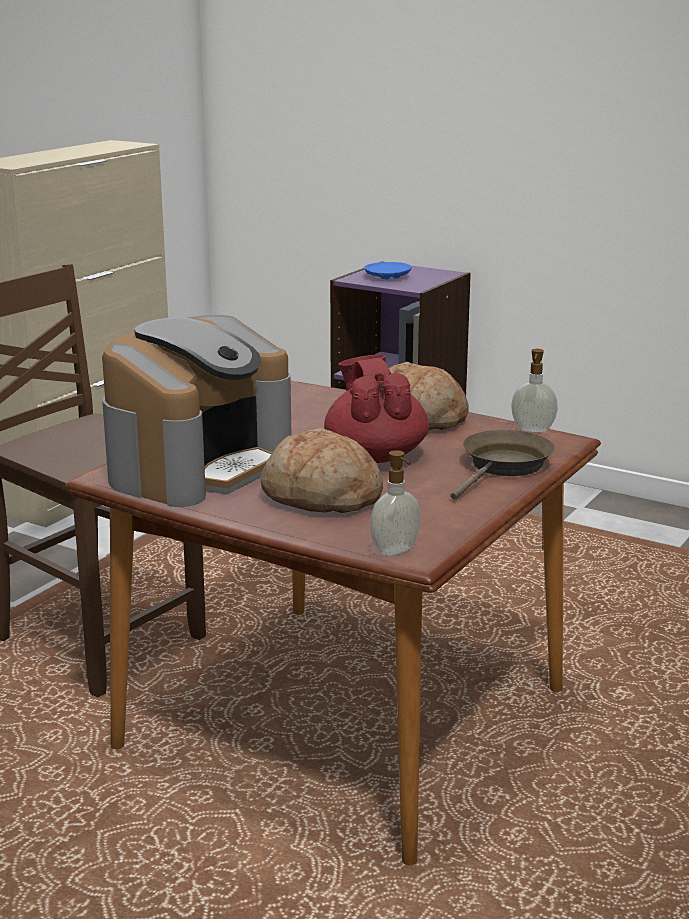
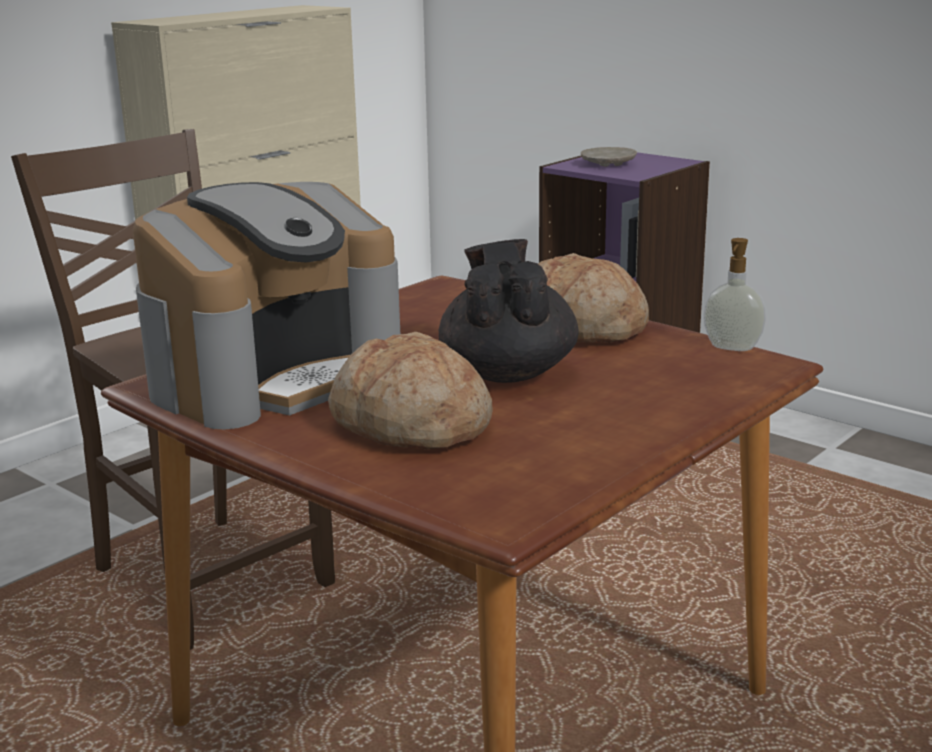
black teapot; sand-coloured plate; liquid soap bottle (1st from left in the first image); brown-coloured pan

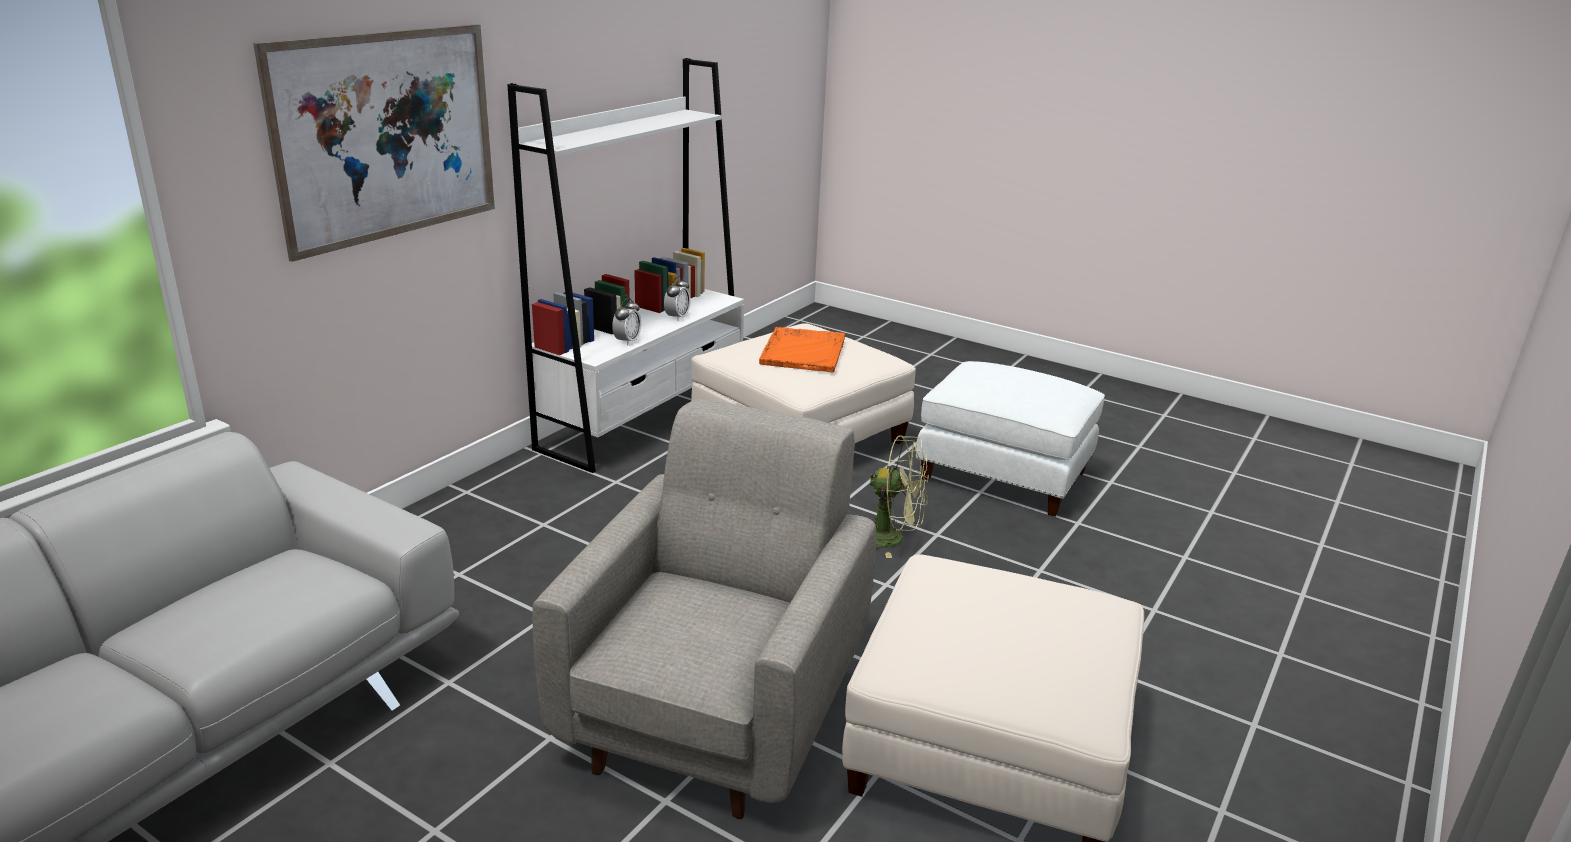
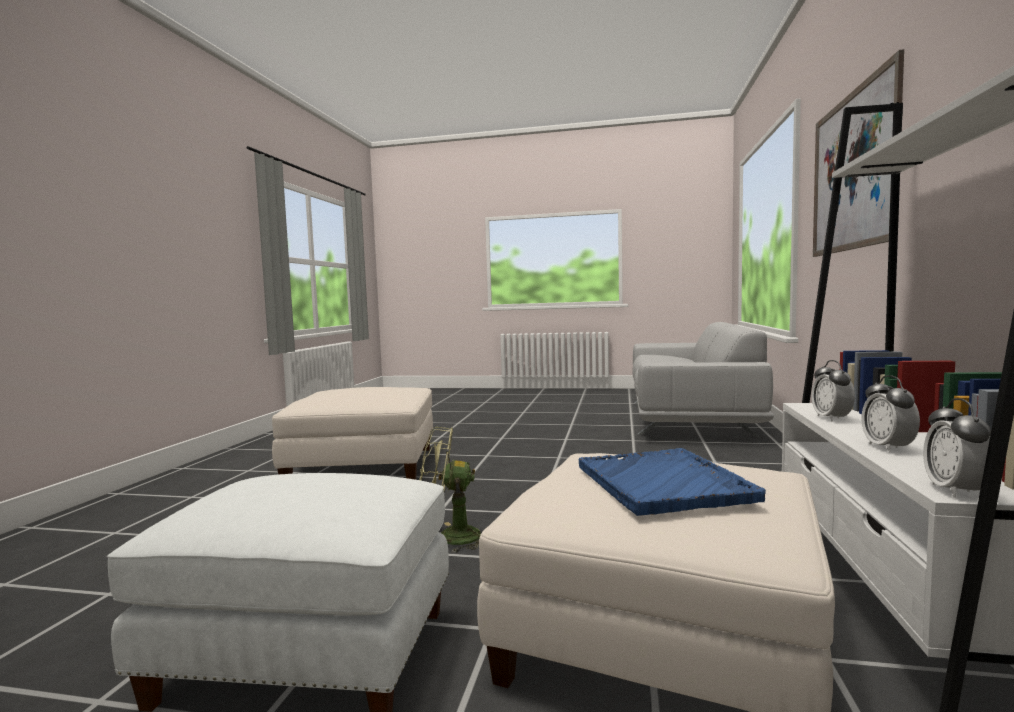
blue-coloured carrying tray; alarm clock (3rd from left); greyish lounge chair

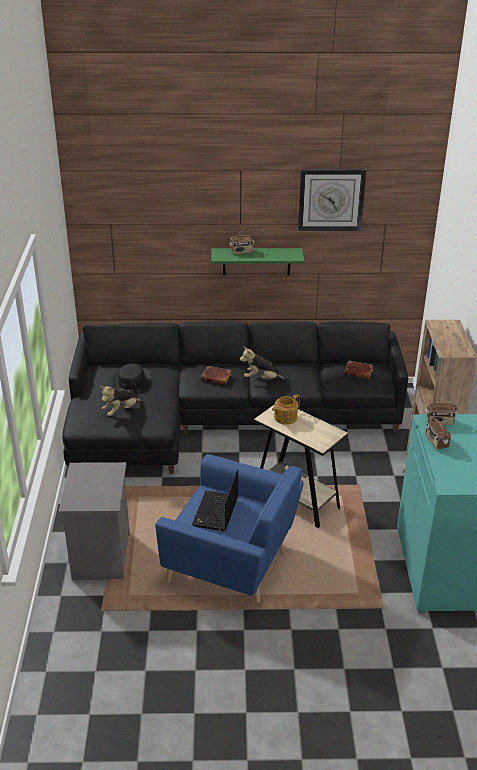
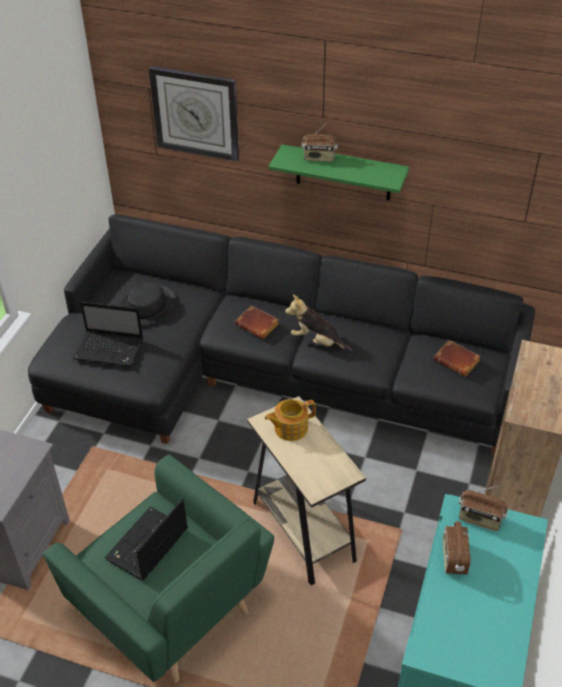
greenish lounge chair; portable computer (1st from left); wall clock

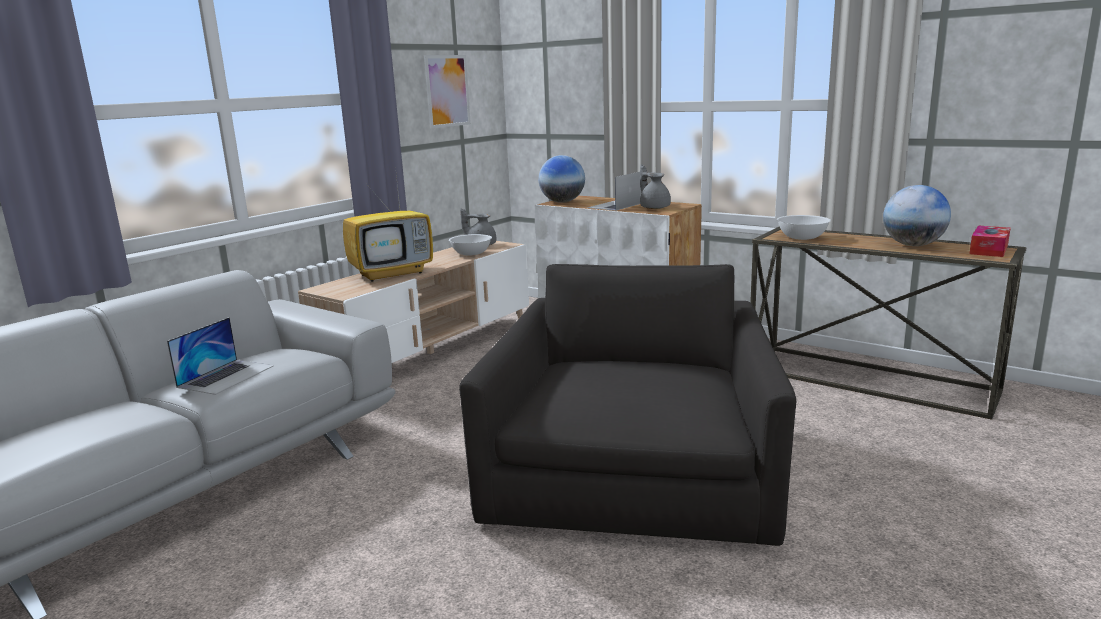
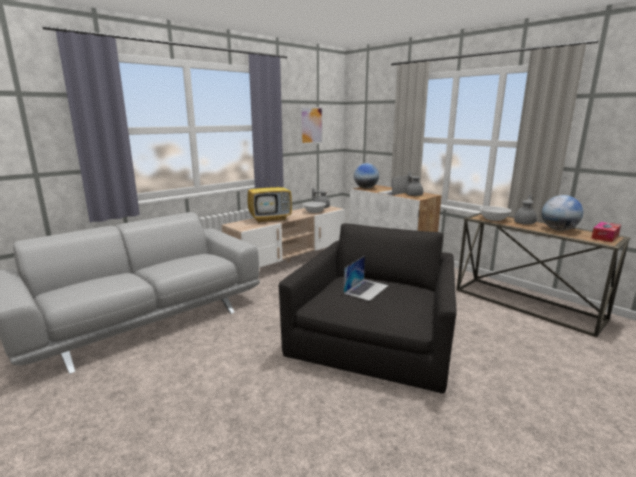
portable computer (1st from left); greyish teapot (3rd from left)

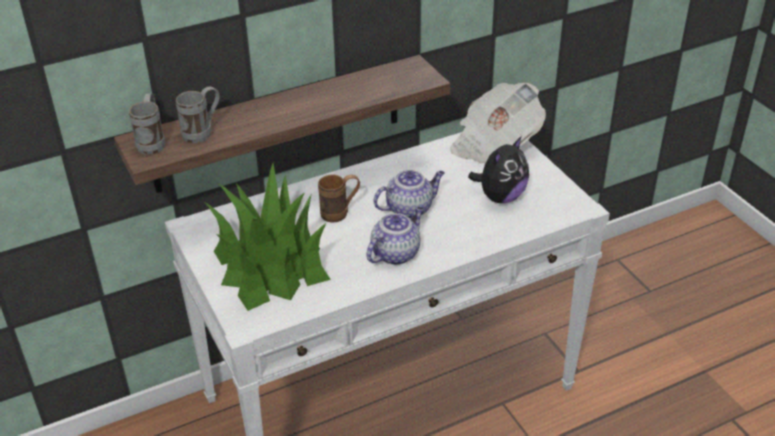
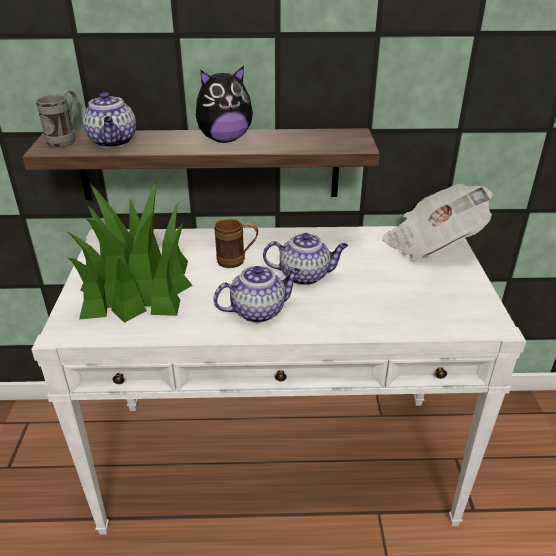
teapot (1st from left); cuddly toy

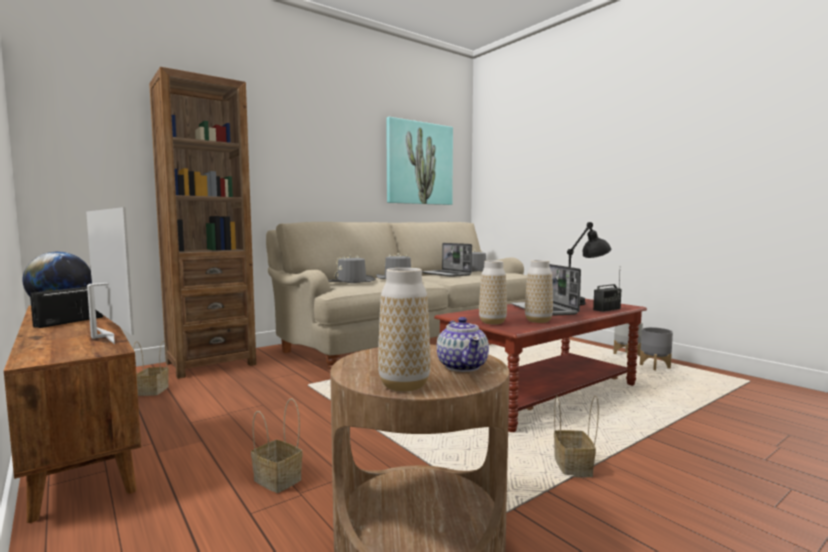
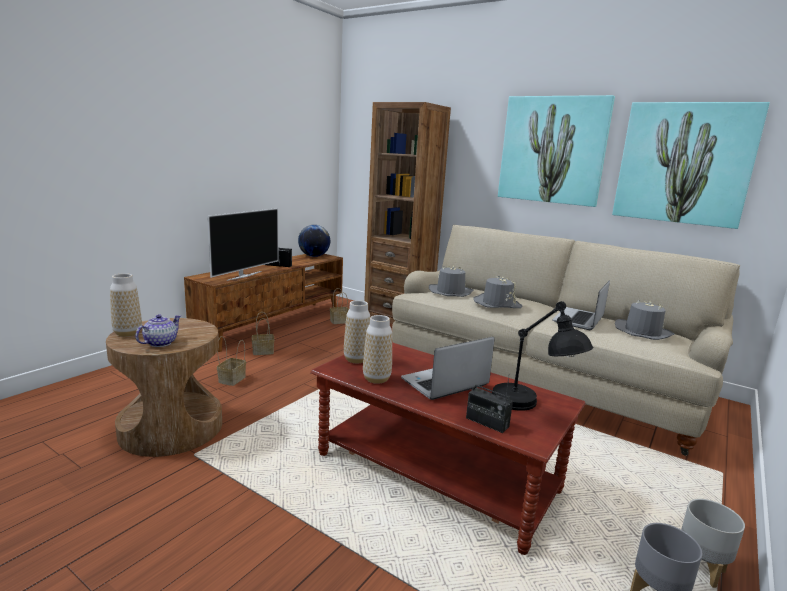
teapot; household basket (2nd from left); wall picture (1st from left)

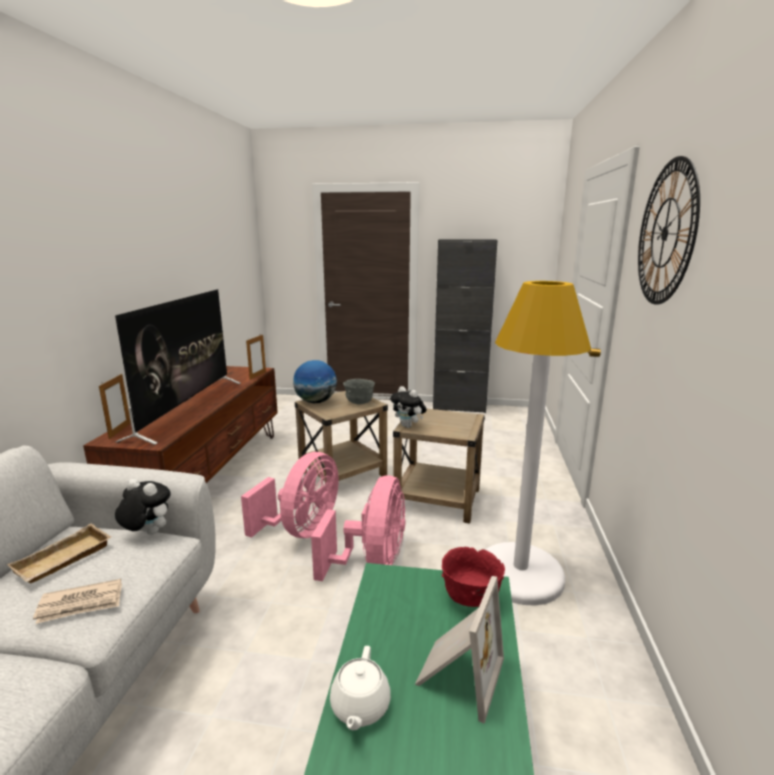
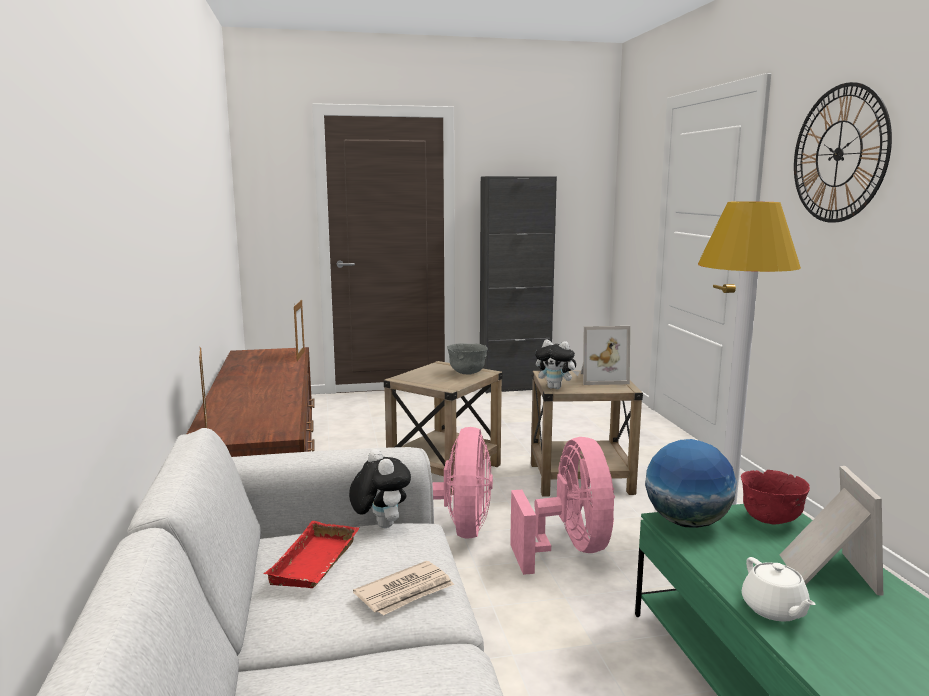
red-coloured carrying tray; cuddly toy (1st from left); photo frame (3rd from left); world globe; television

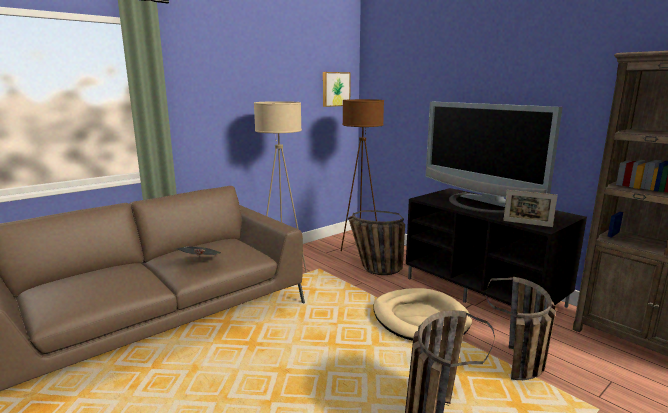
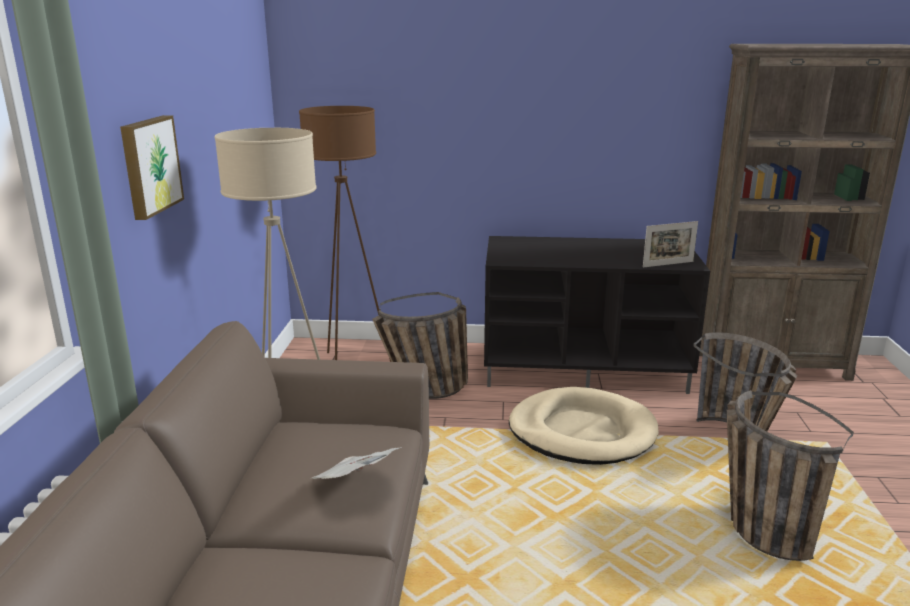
wall picture; television

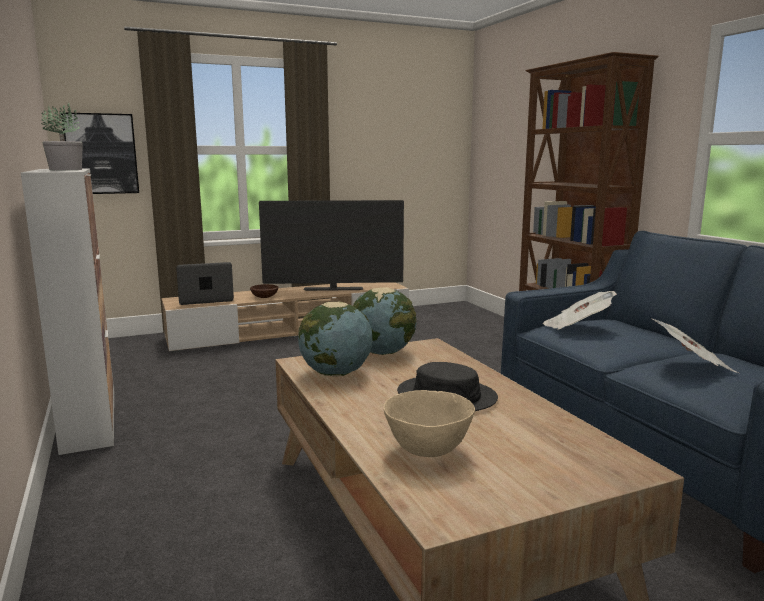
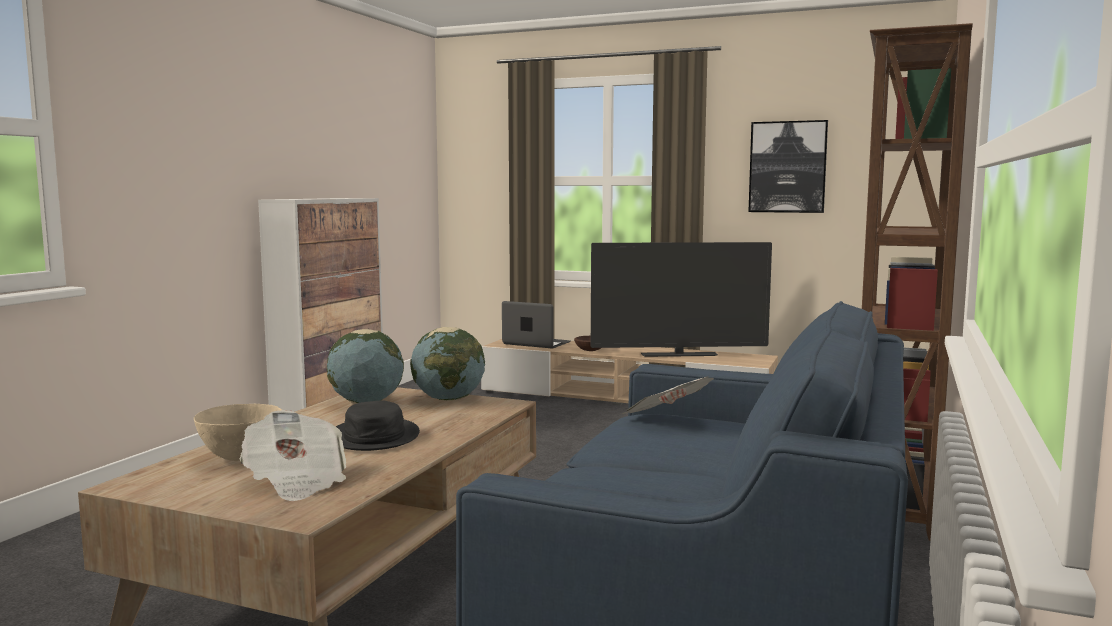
newspaper (1st from left); television; wall picture; houseplant

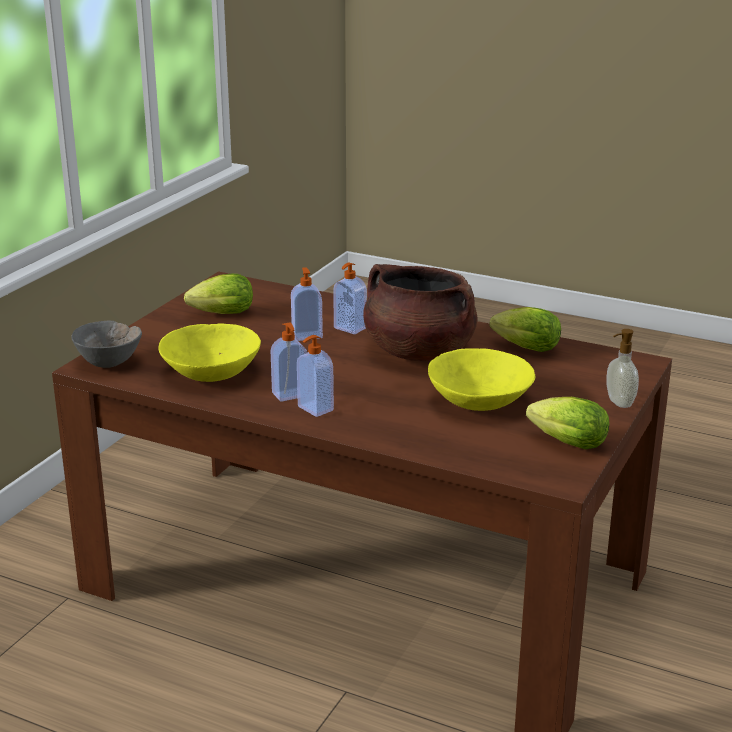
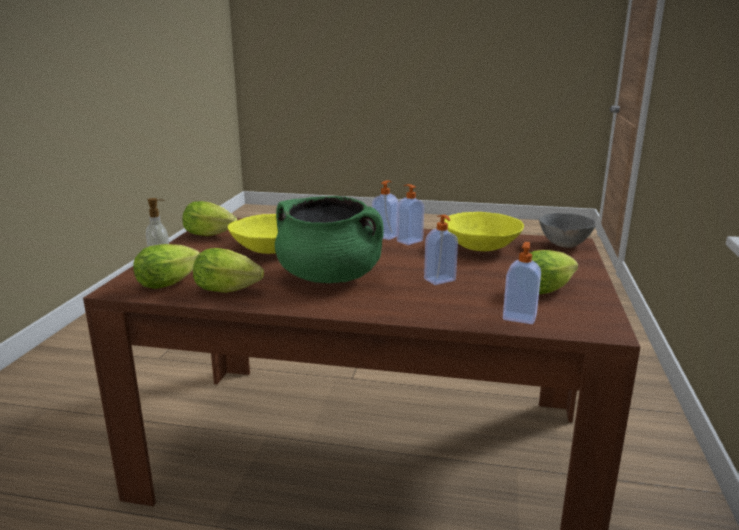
lettuce head (1st from left); greenish stockpot; liquid soap bottle (5th from left)

